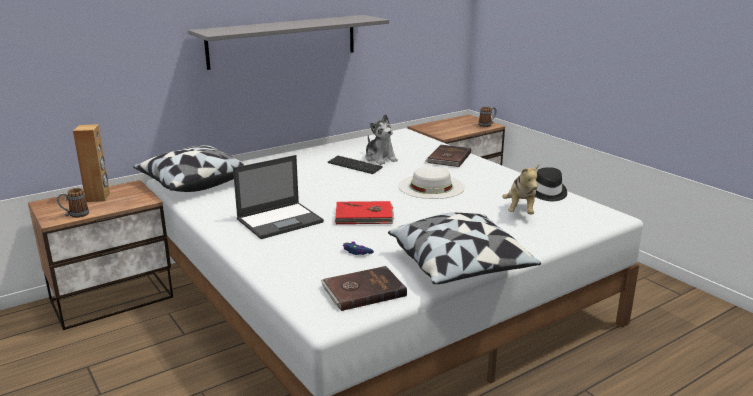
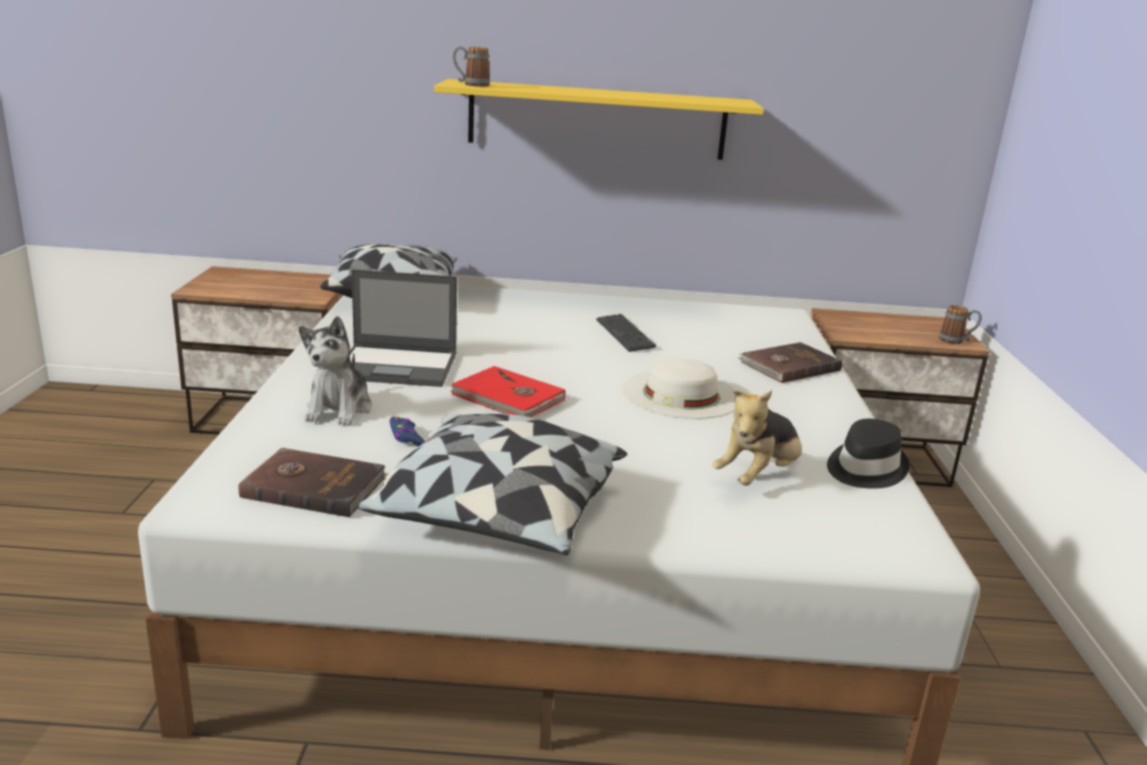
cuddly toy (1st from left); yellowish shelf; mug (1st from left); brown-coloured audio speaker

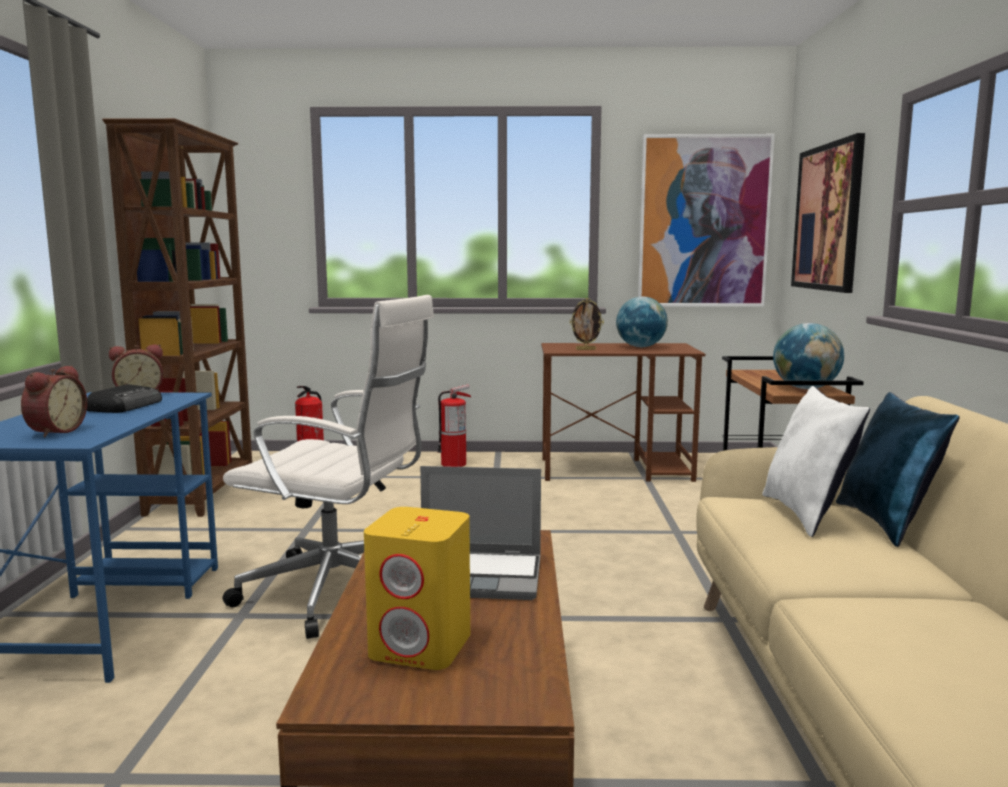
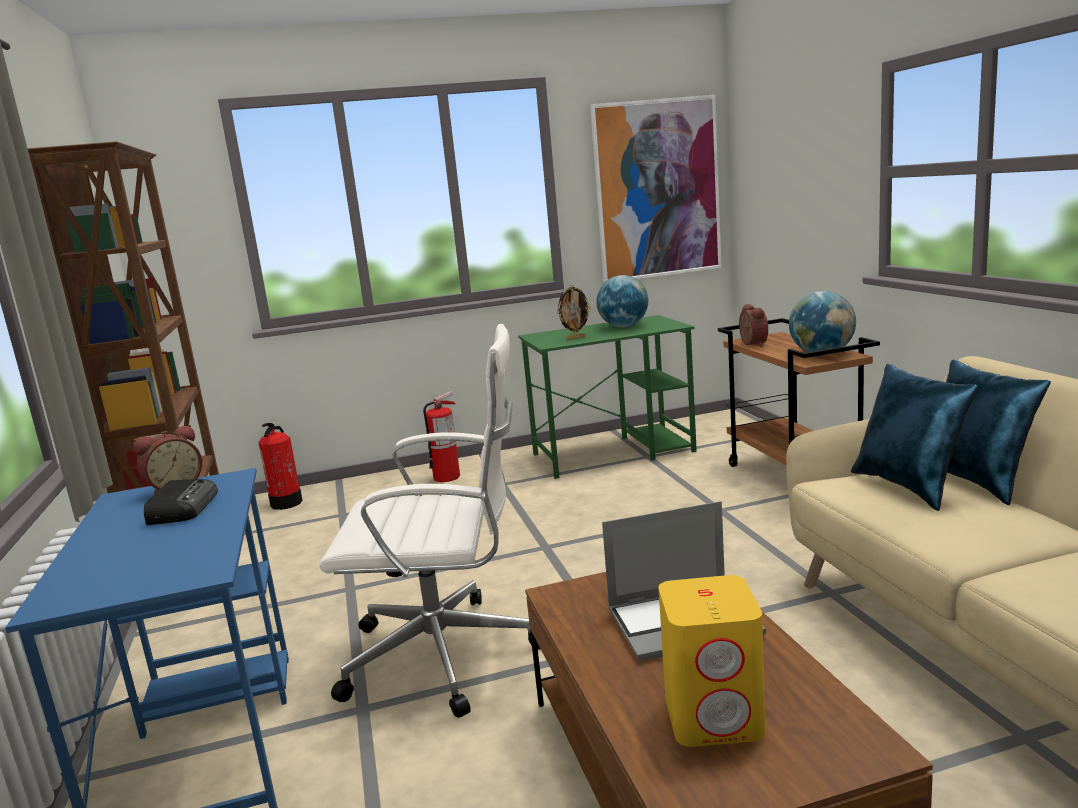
greenish desk unit; alarm clock (2nd from left); blue-coloured cushion (1st from left); wall picture (2nd from left in the first image)

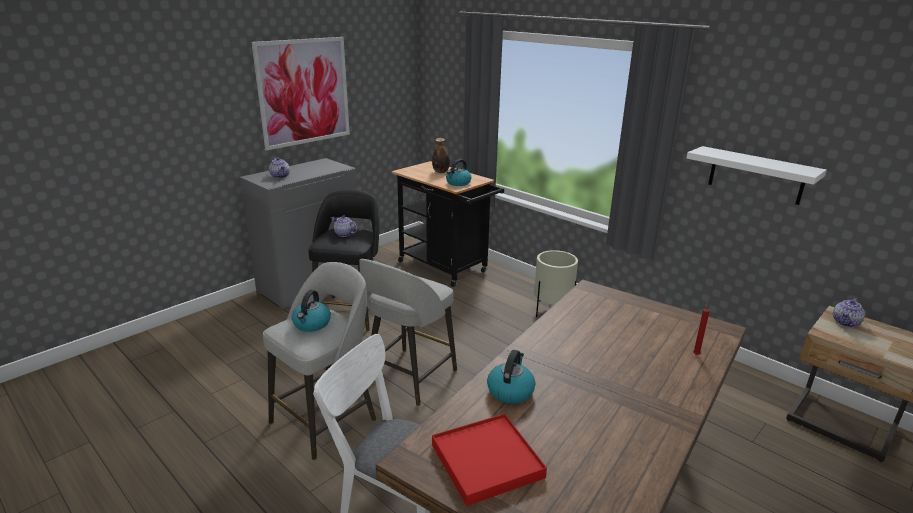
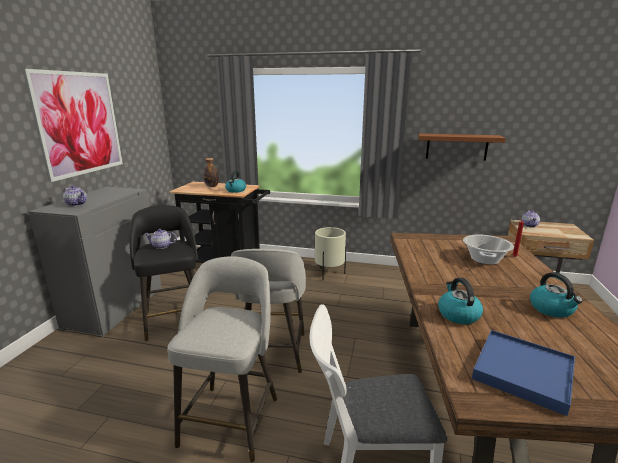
brown-coloured shelf; stockpot; blue-coloured carrying tray; kettle (3rd from left)

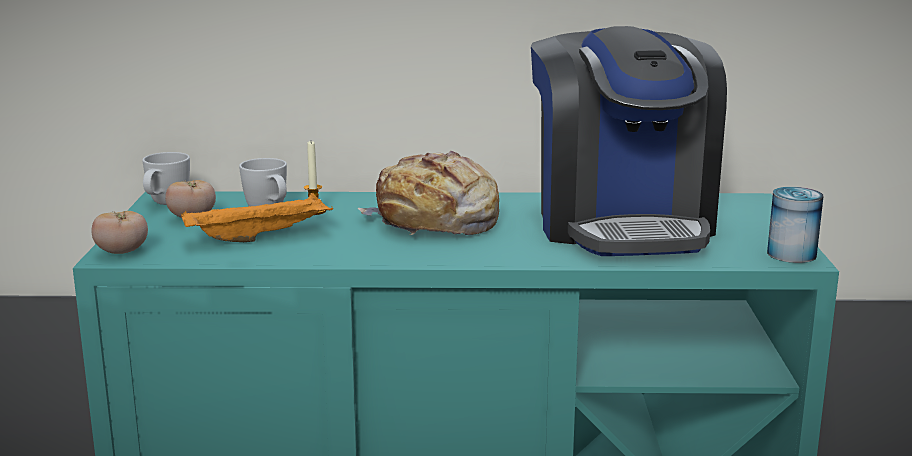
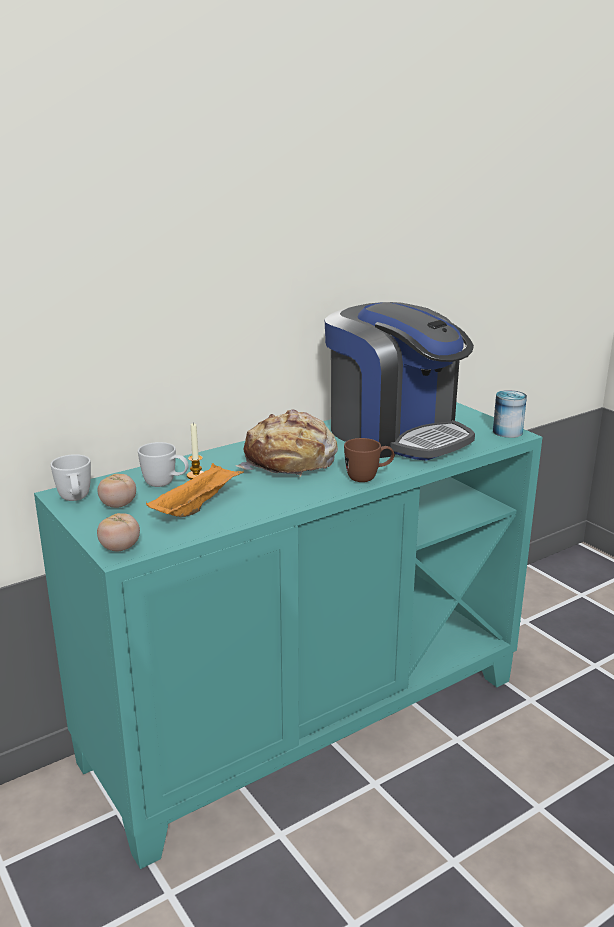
brown-coloured mug

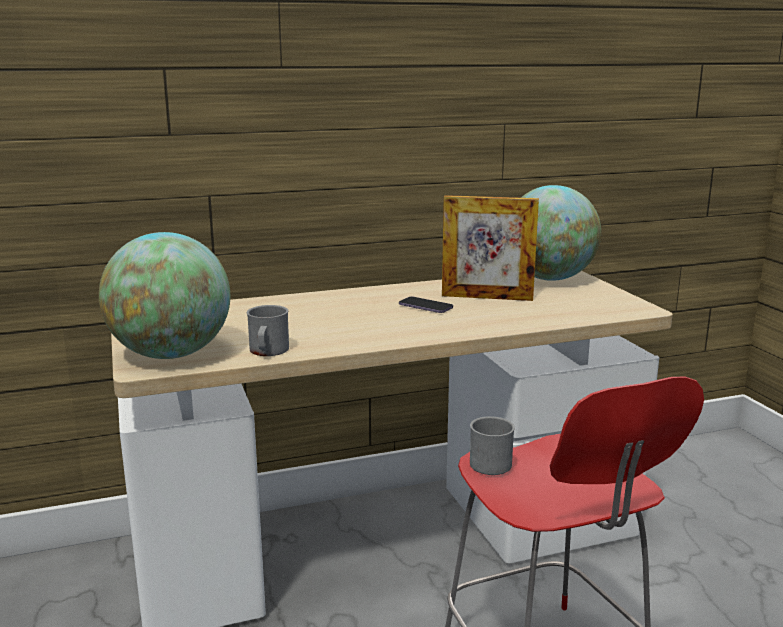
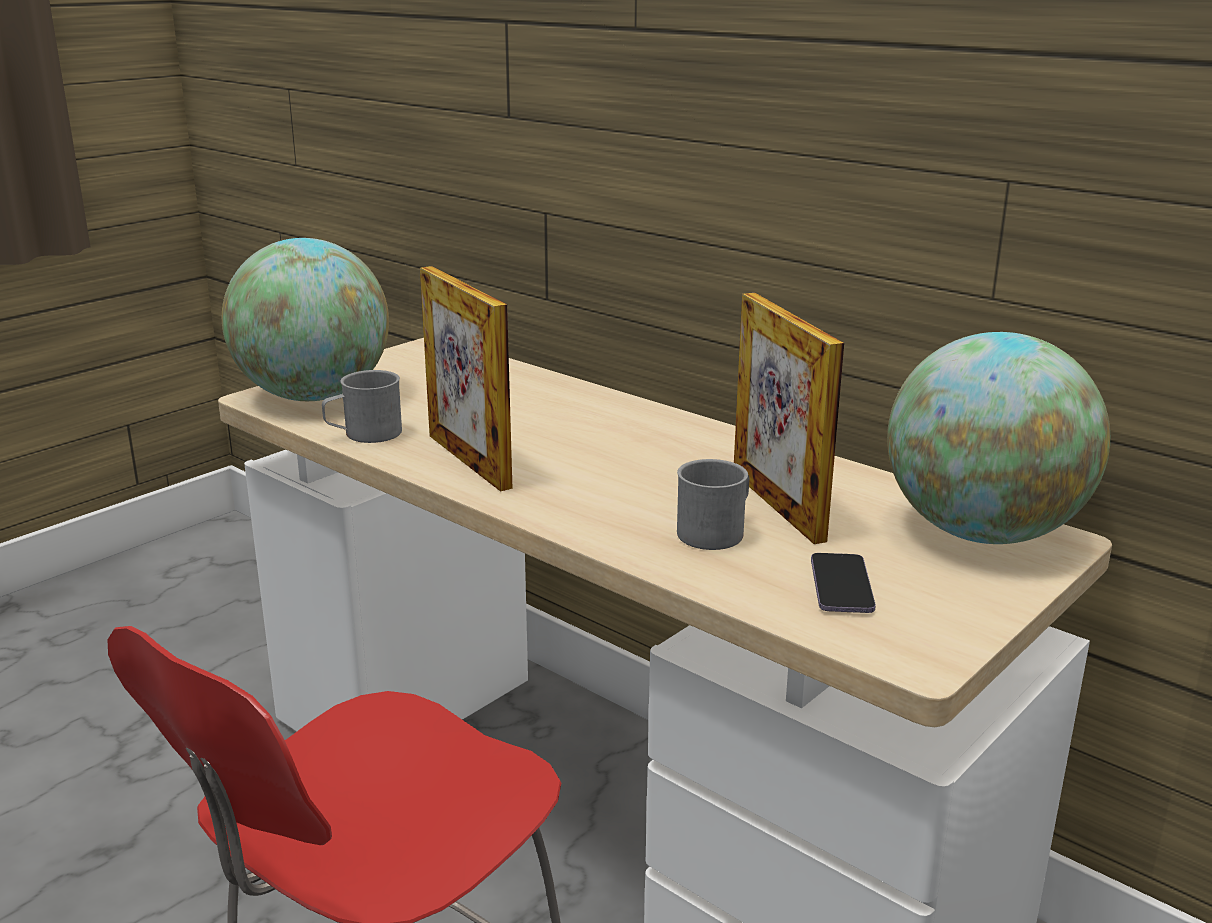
photo frame (1st from left); greyish mug (2nd from left); handset

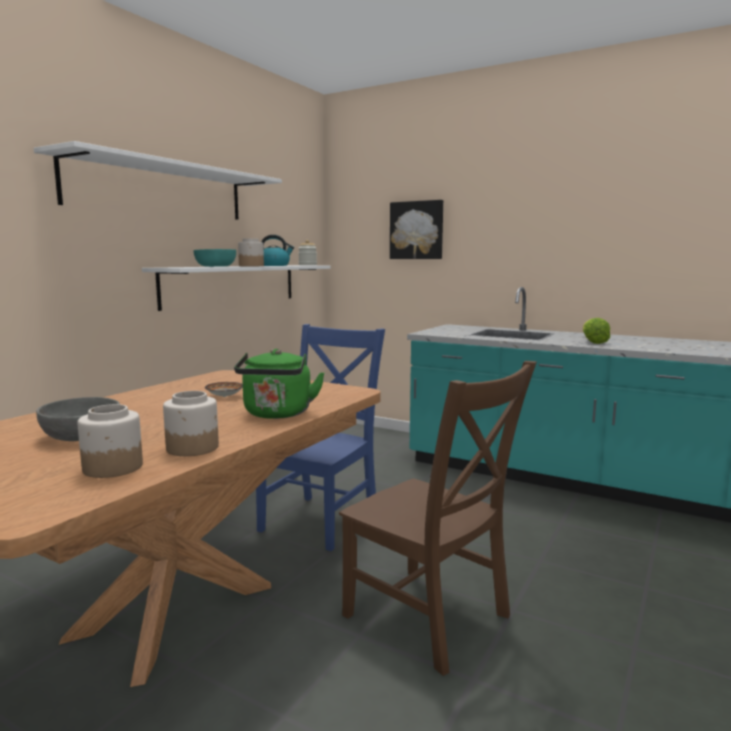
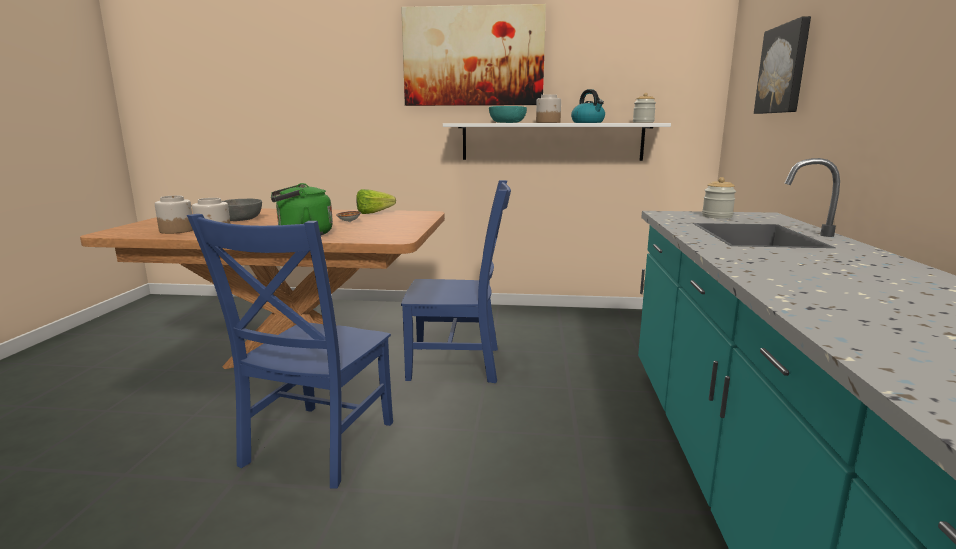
blue-coloured chair (1st from left); lettuce head; wall picture (1st from left); preserve jar (5th from left)

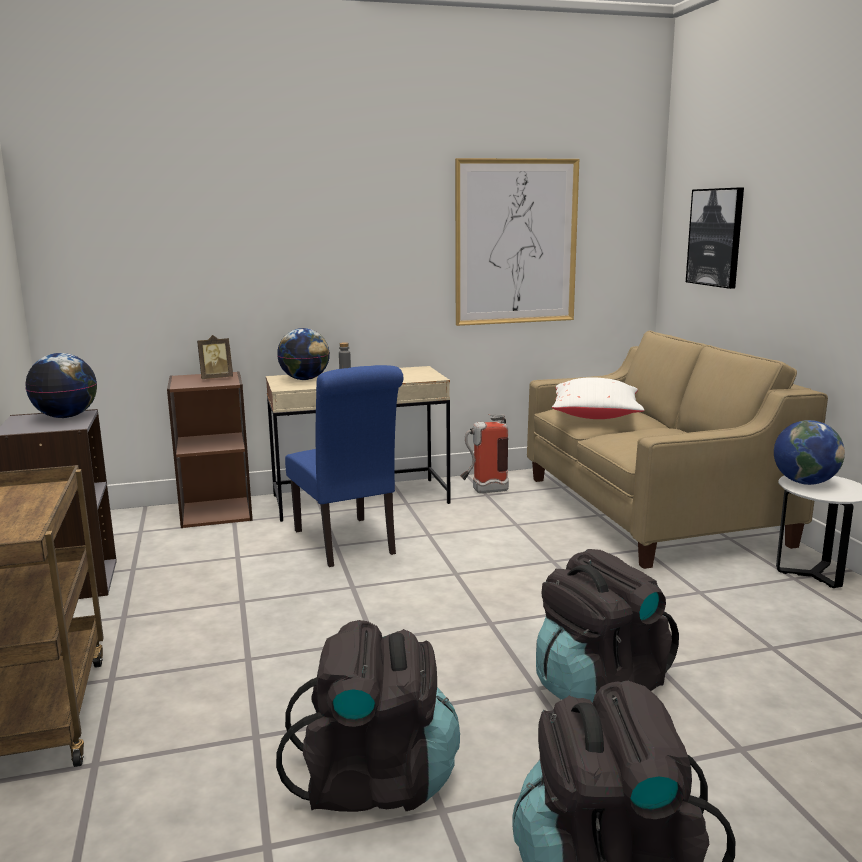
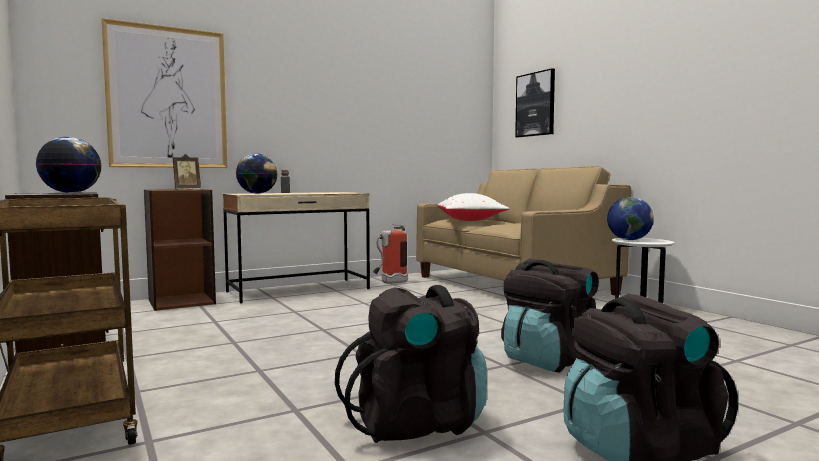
wall picture (1st from left); blue-coloured chair

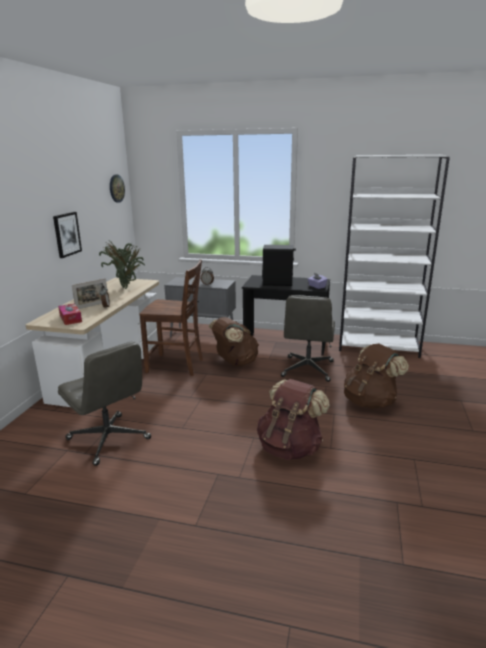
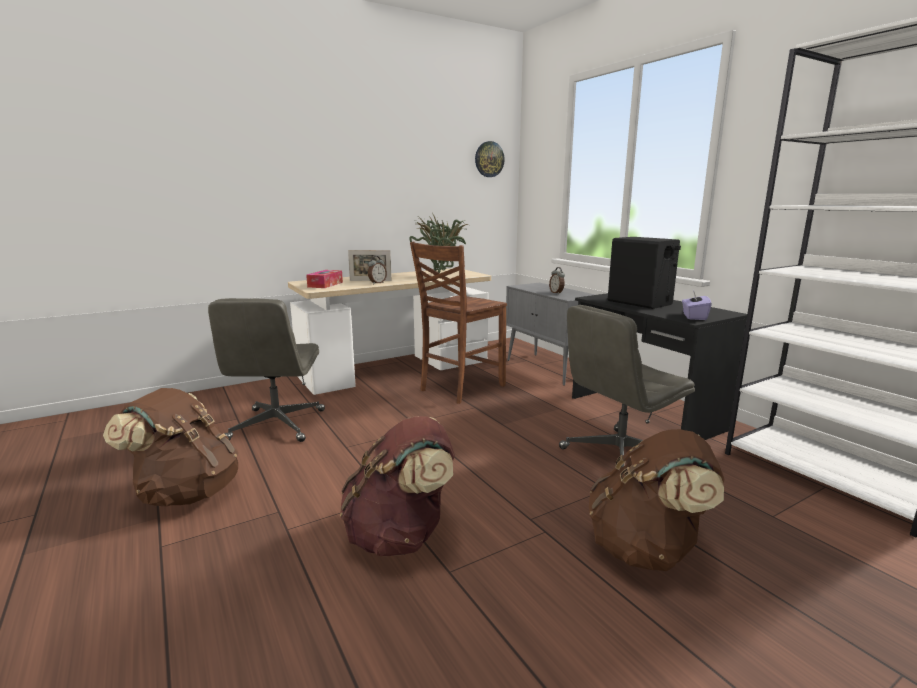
brown-coloured backpack (1st from left); brown-coloured chair; wall picture

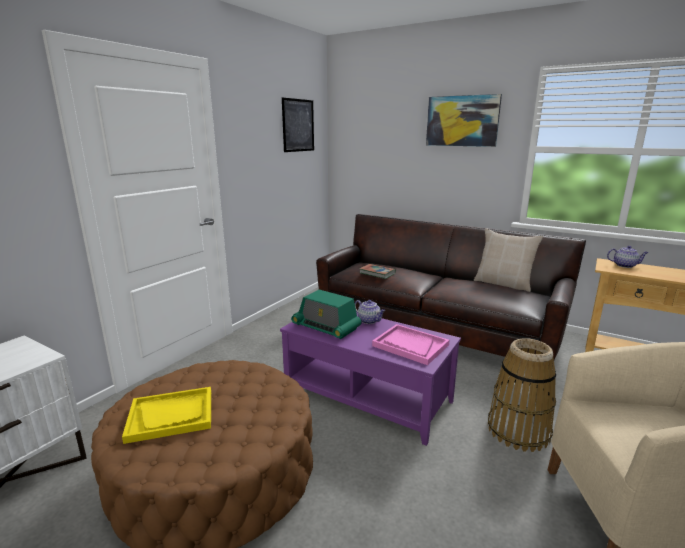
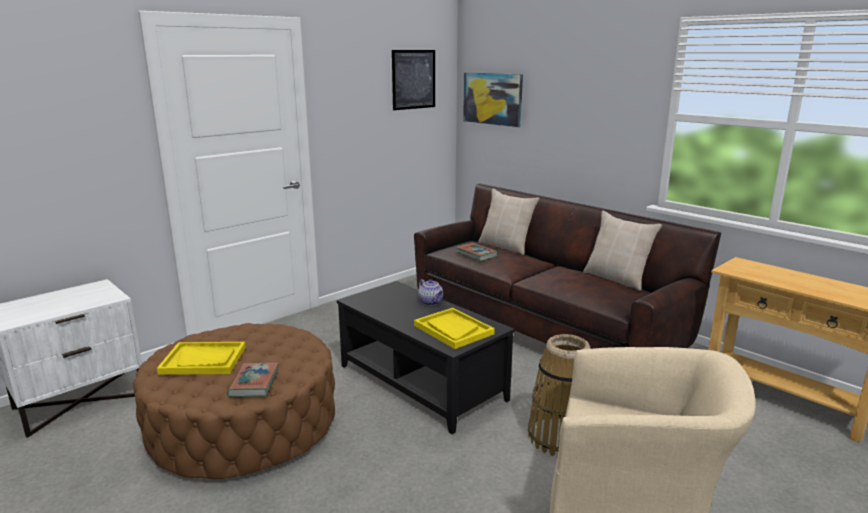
book (1st from left); black coffee table; yellowish carrying tray (2nd from left); wall picture (2nd from left); sand-coloured cushion (1st from left); radio; teapot (2nd from left in the first image)

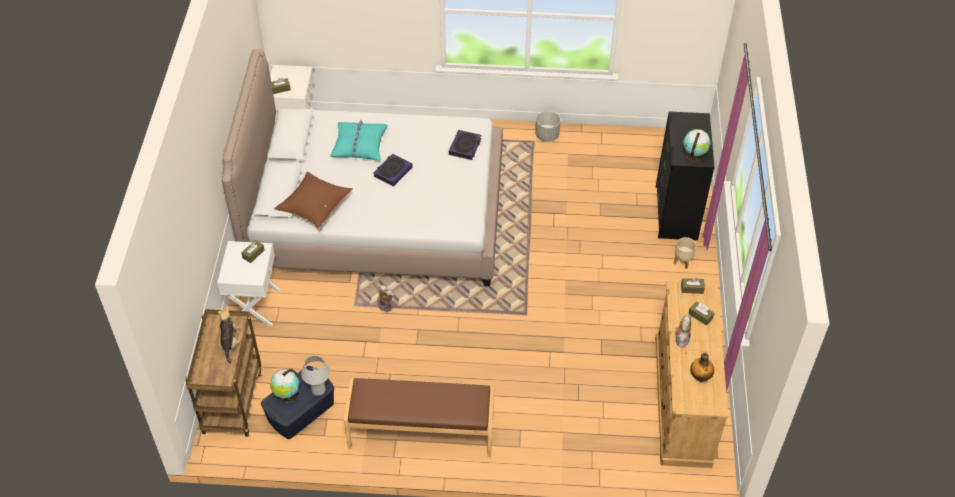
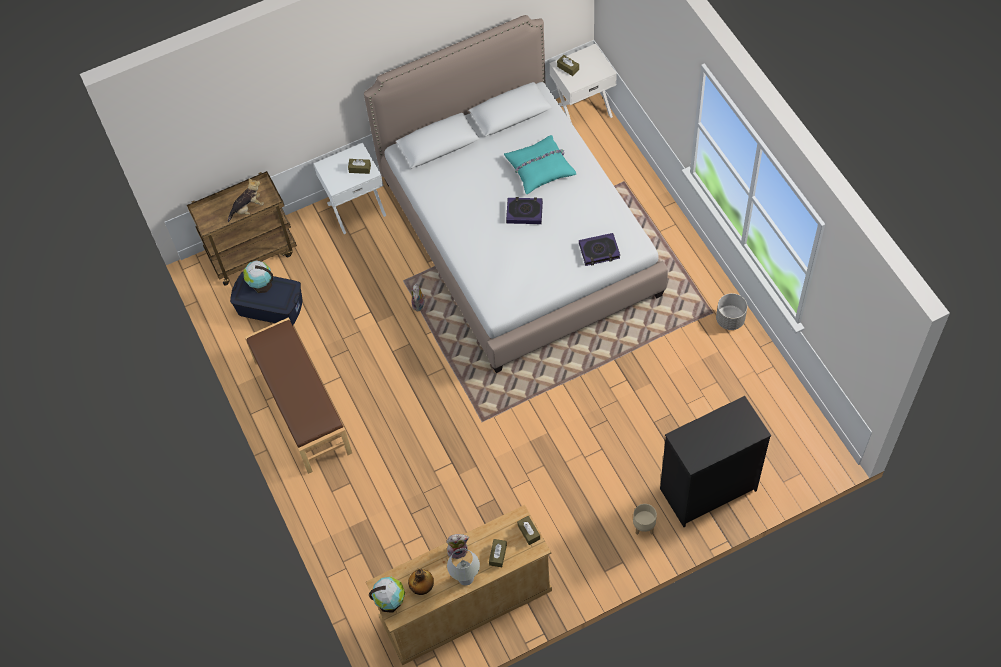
world globe (2nd from left); white tabletop lamp; brown-coloured cushion

